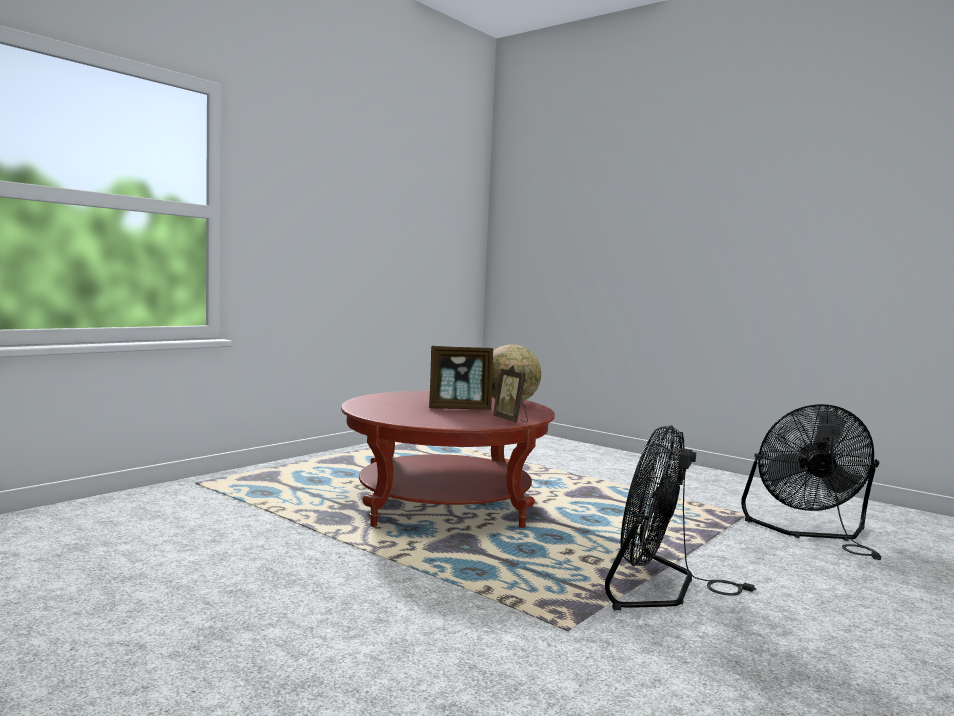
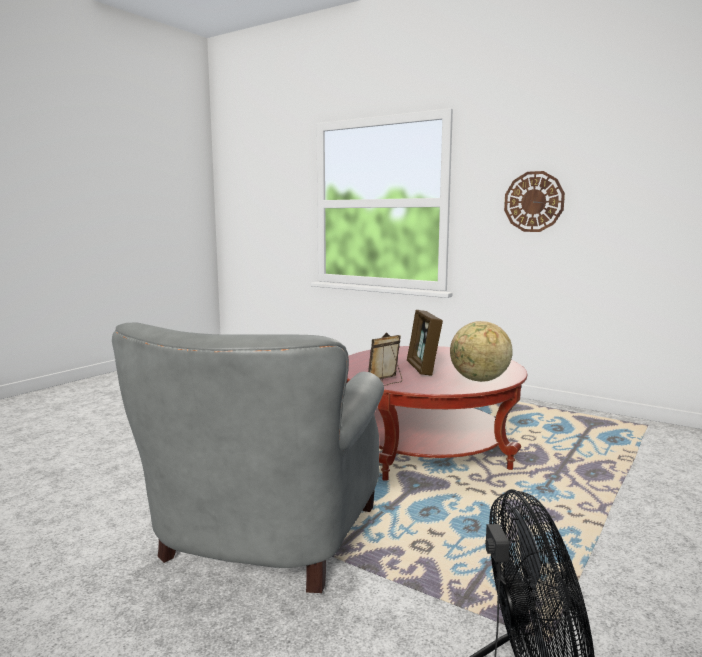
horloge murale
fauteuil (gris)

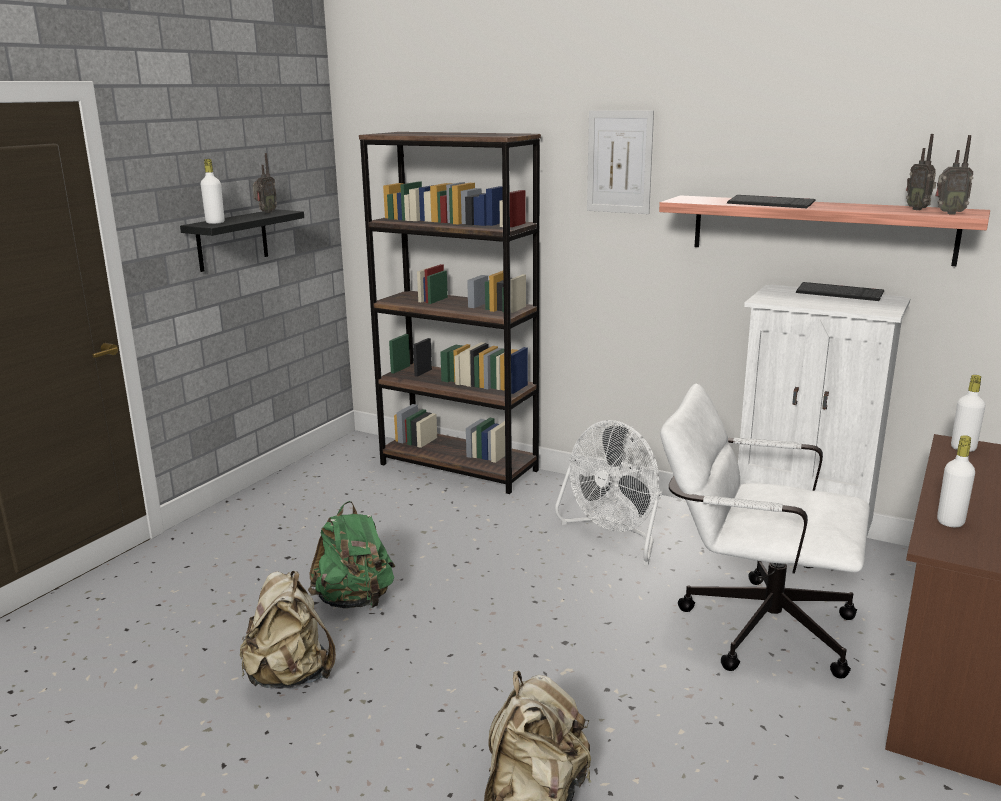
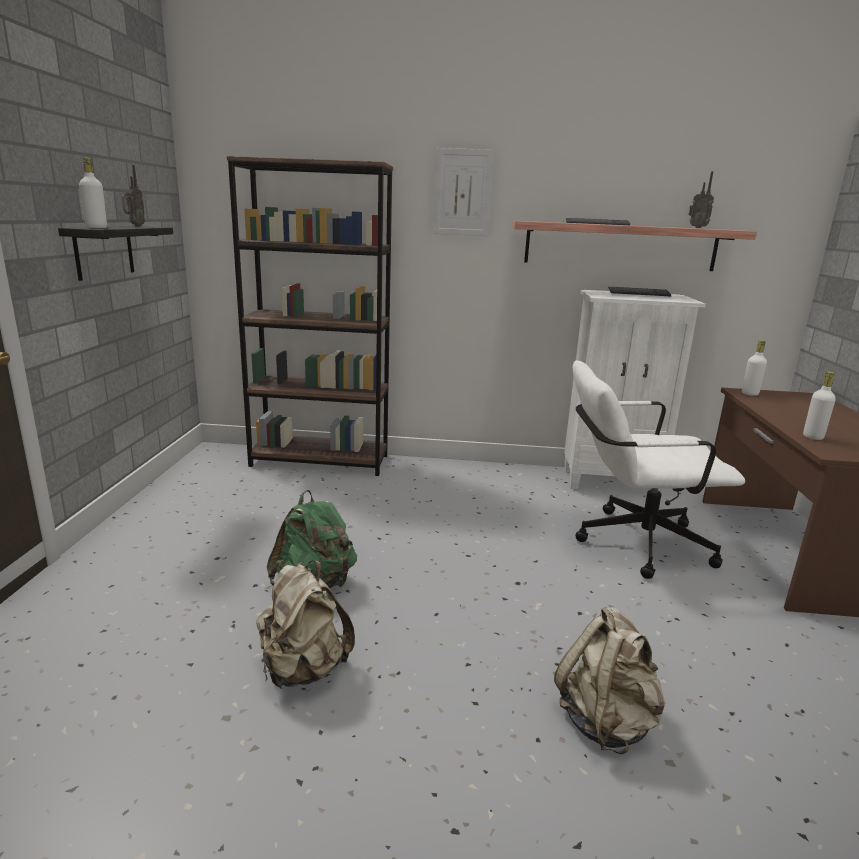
ventilateur (blanc)
radio (no. 3 from left in the first image)

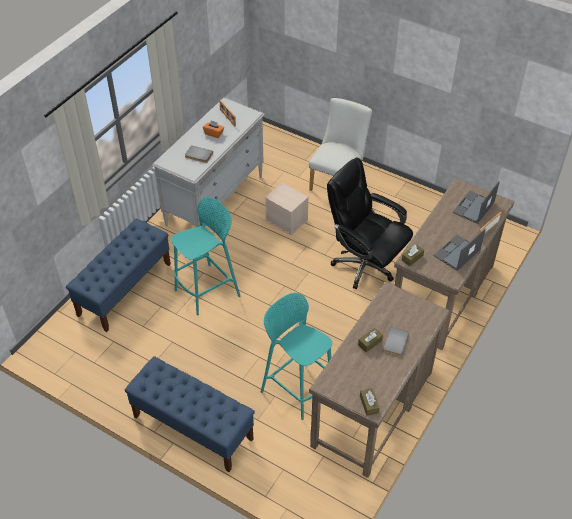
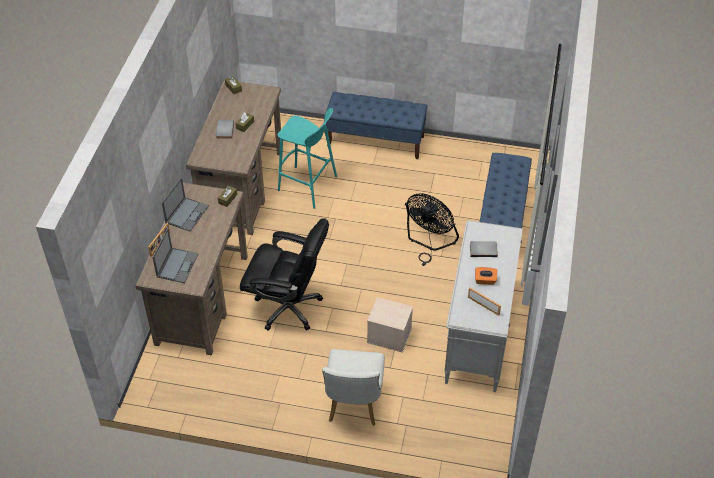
ventilateur (noir)

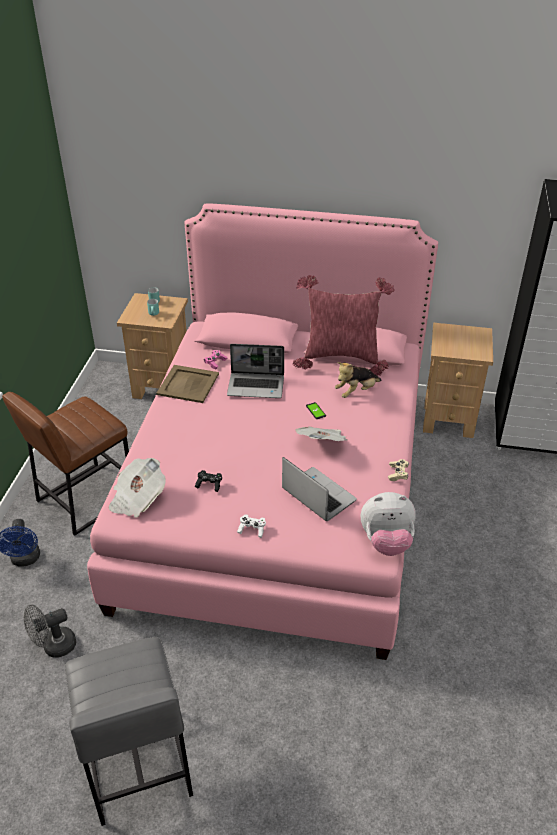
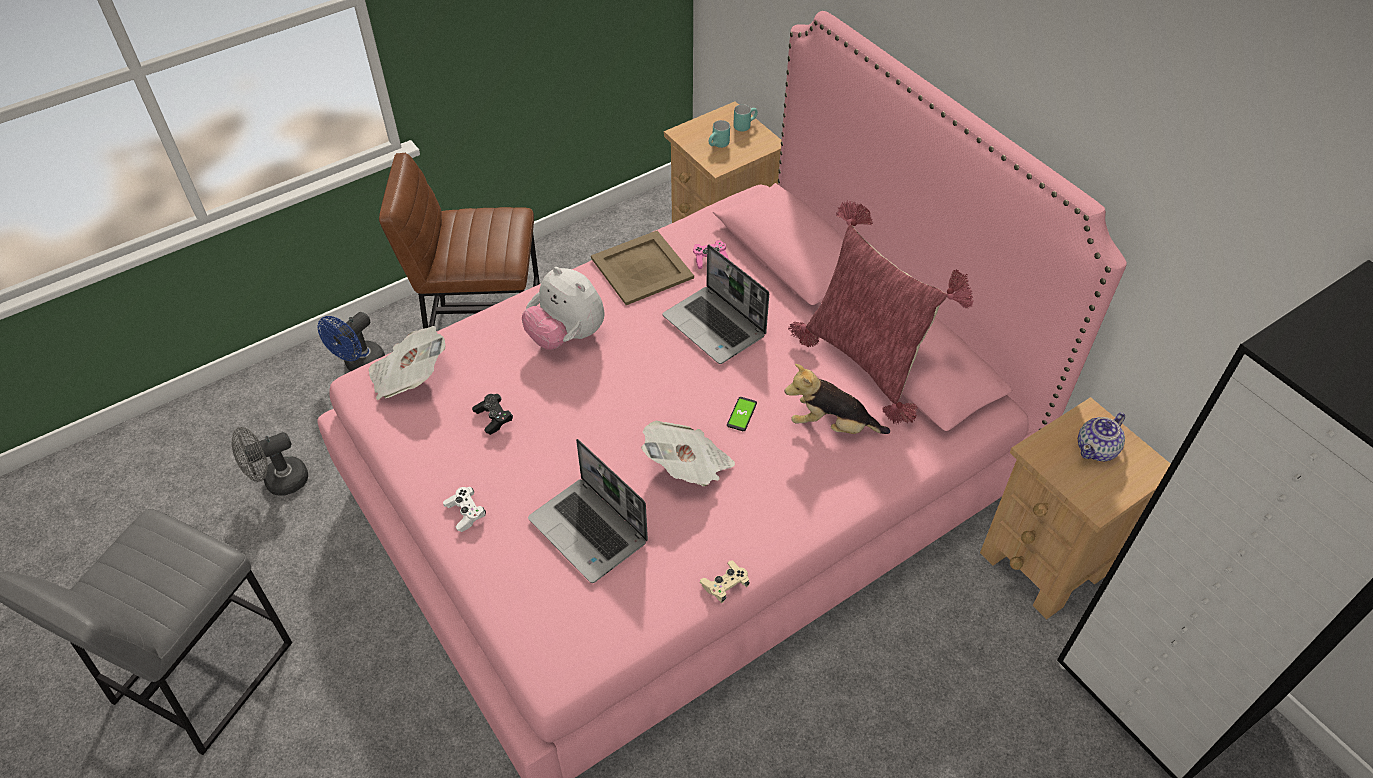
théière
peluche (no. 1 from left)
ventilateur (gris)
ordinateur portable (no. 1 from left)

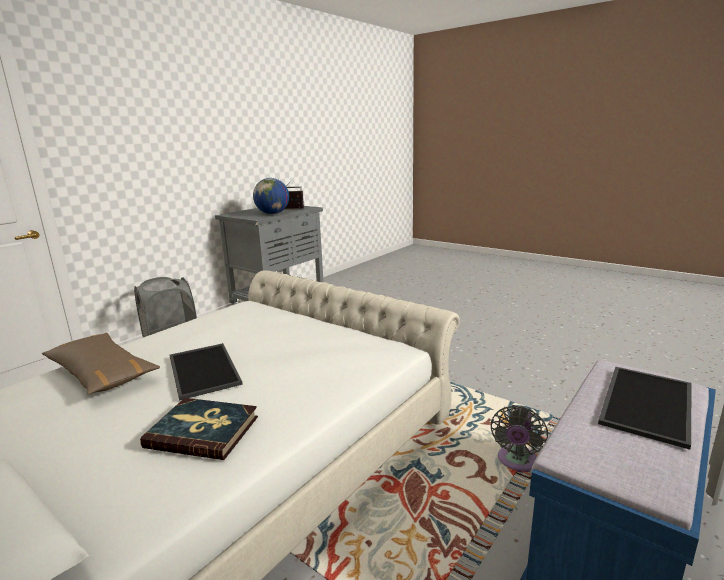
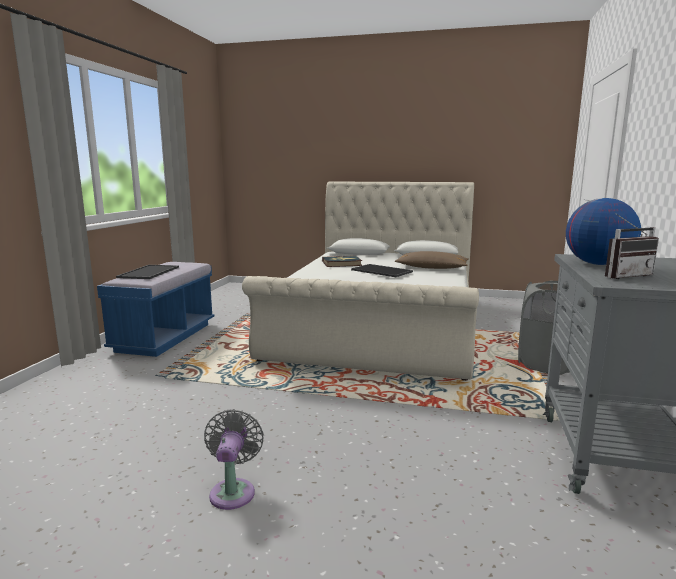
ventilateur (gris)

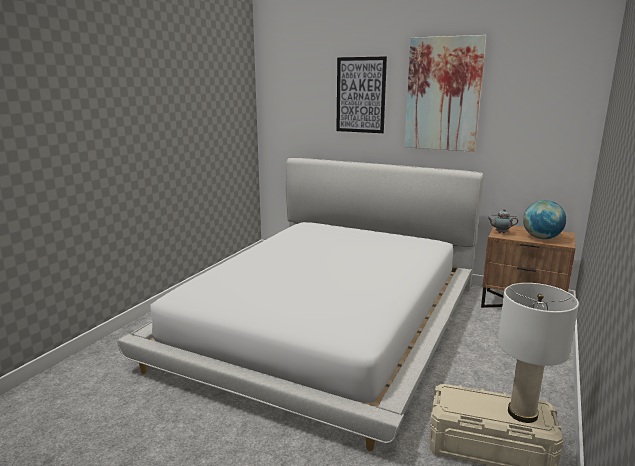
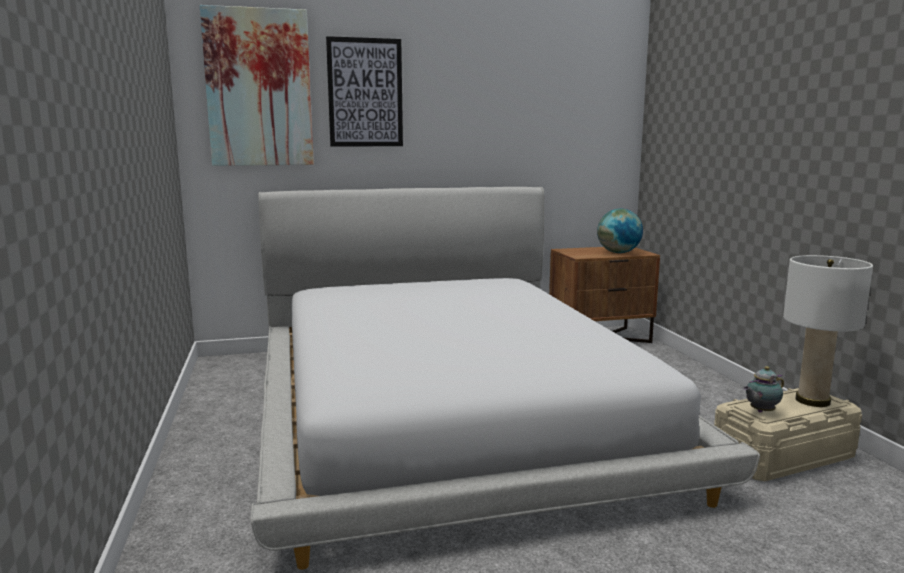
tableau (no. 1 from left)
théière

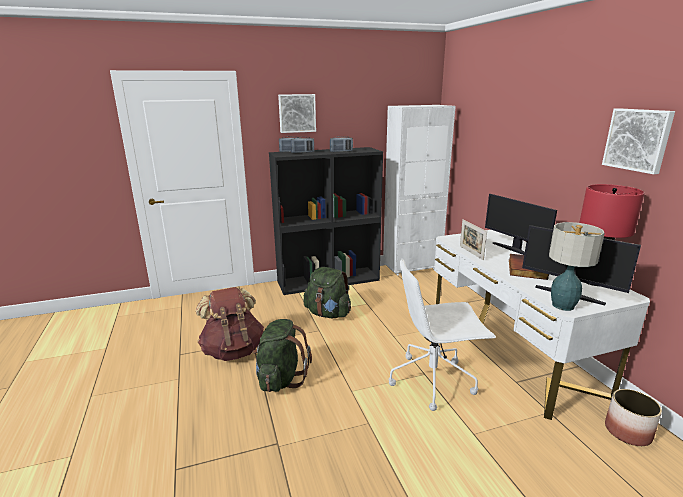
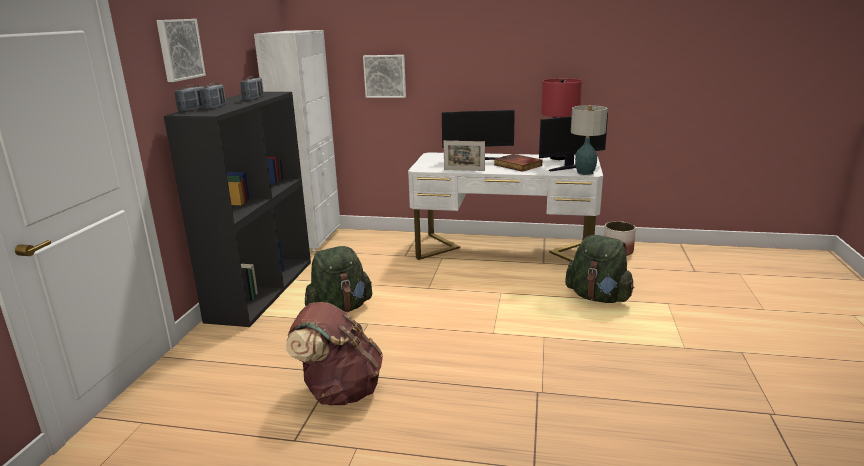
chaise de bureau (blanc)
sac à dos (vert) (no. 2 from left)
tableau (no. 2 from left)

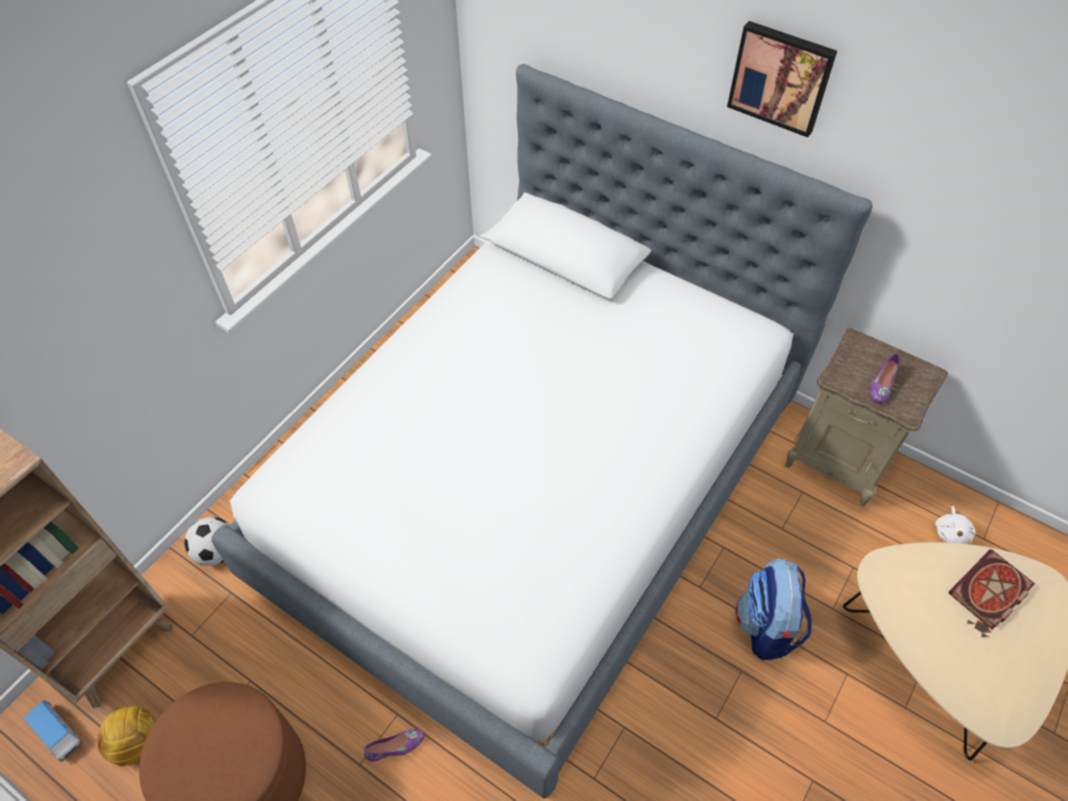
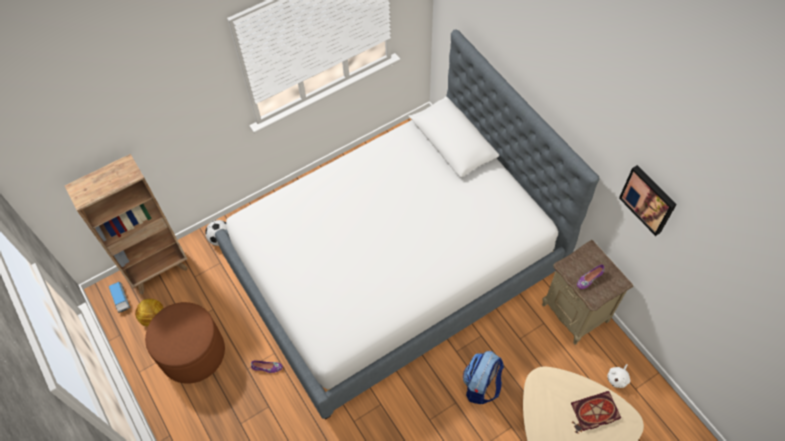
tableau

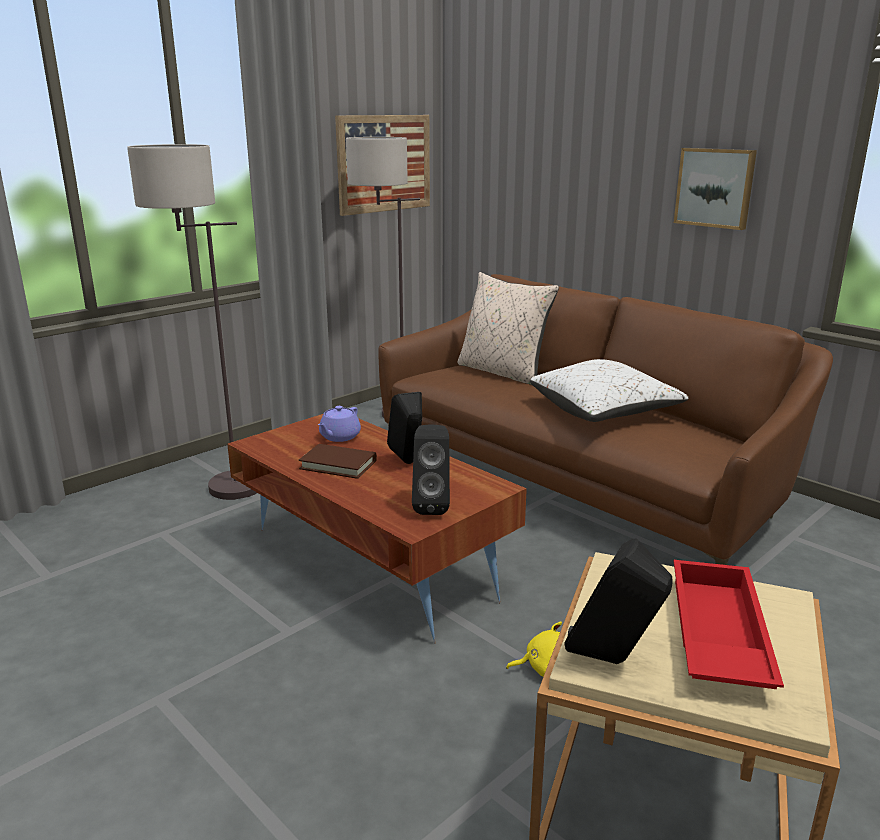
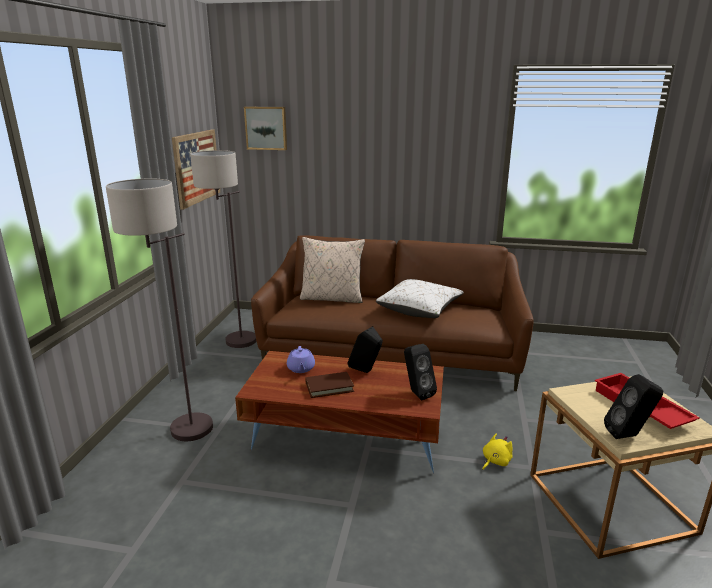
tableau (no. 2 from left)

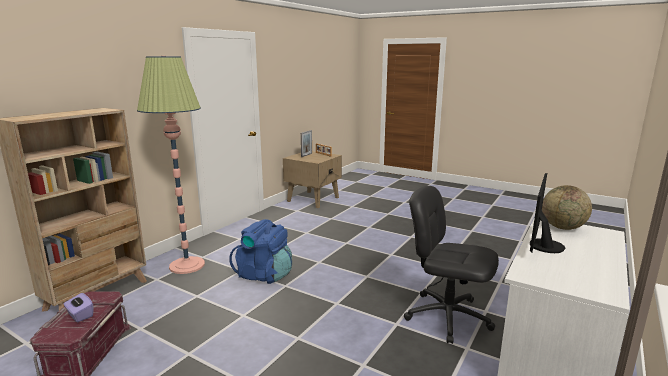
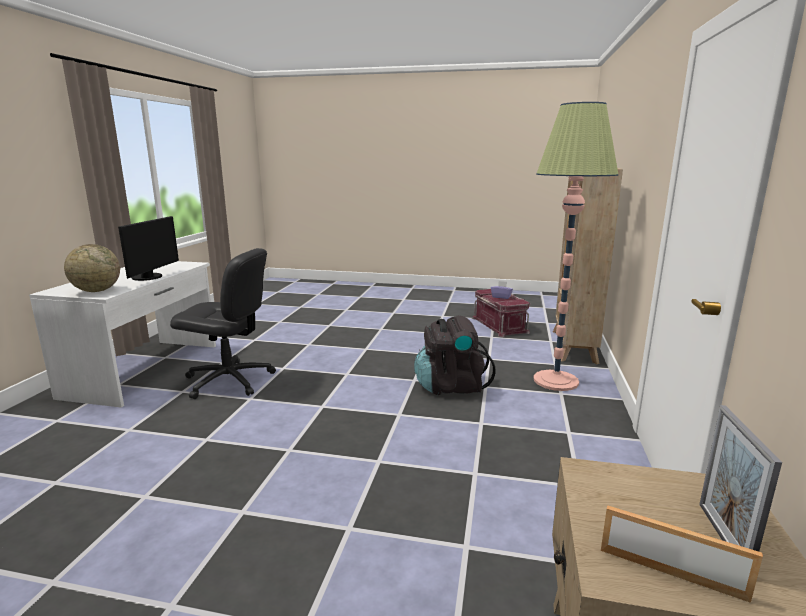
sac à dos (noir)

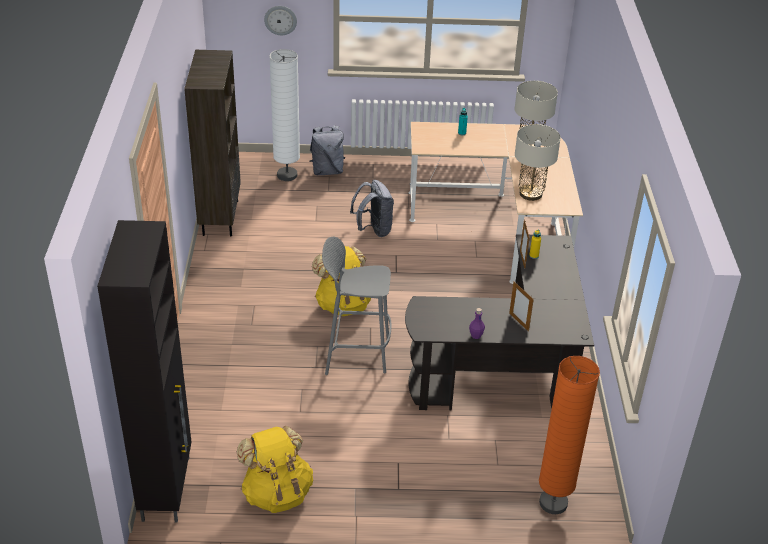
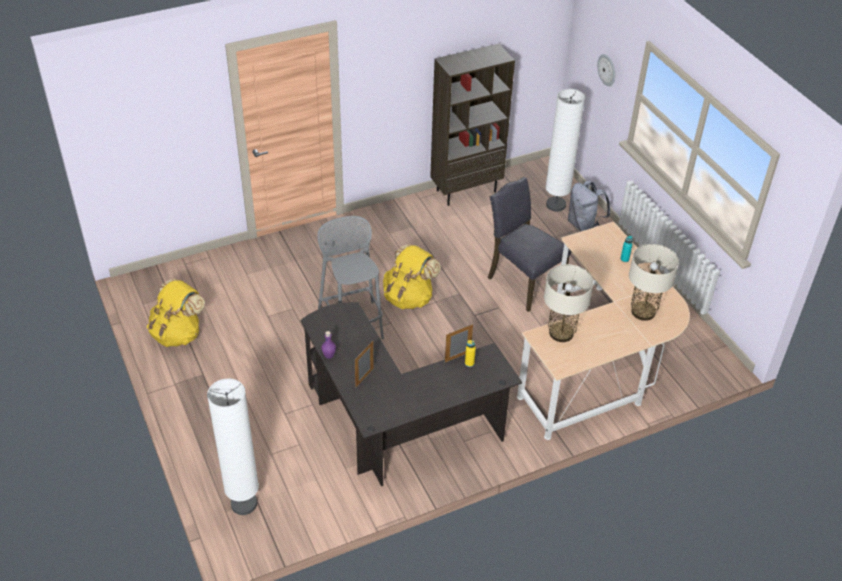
meuble de rangement (noir)
chaise (gris)
lampadaire (blanc) (no. 1 from left)

